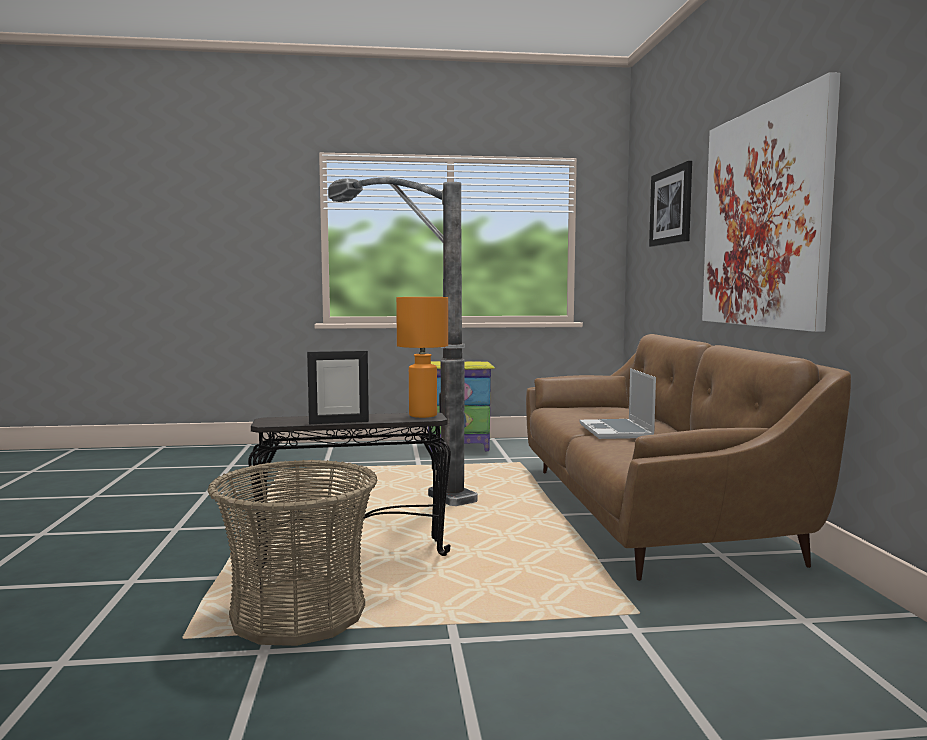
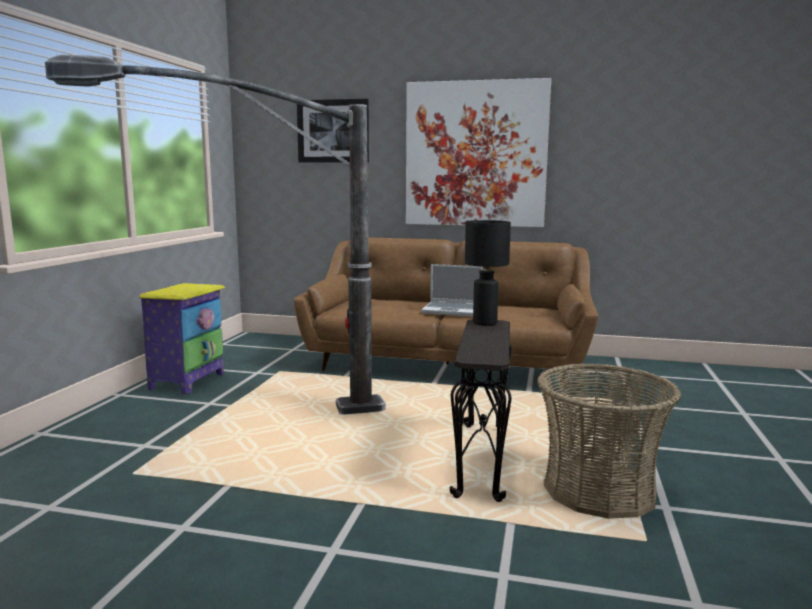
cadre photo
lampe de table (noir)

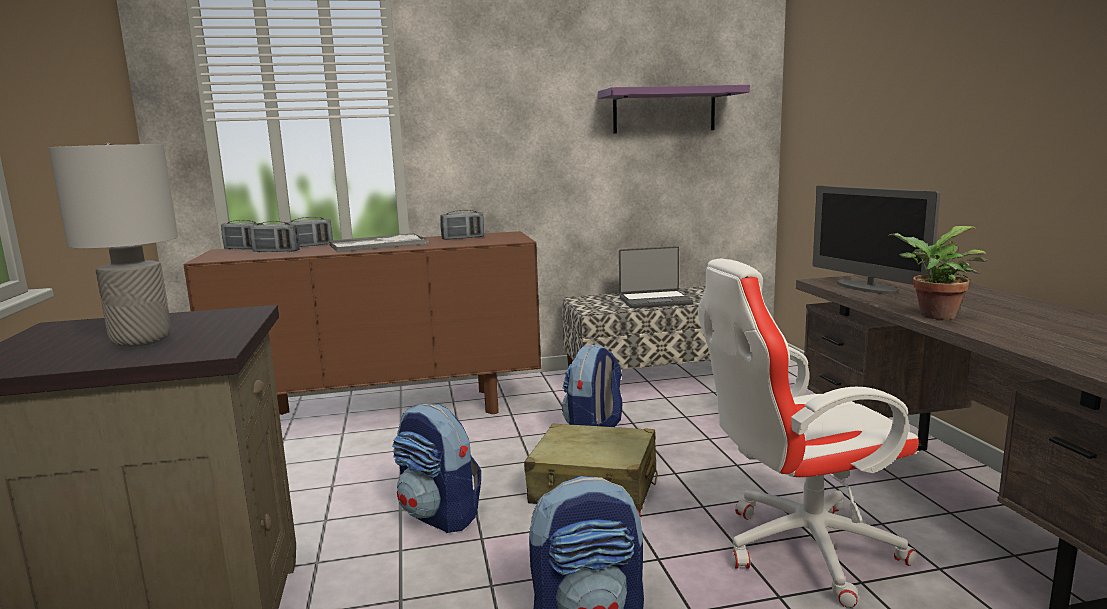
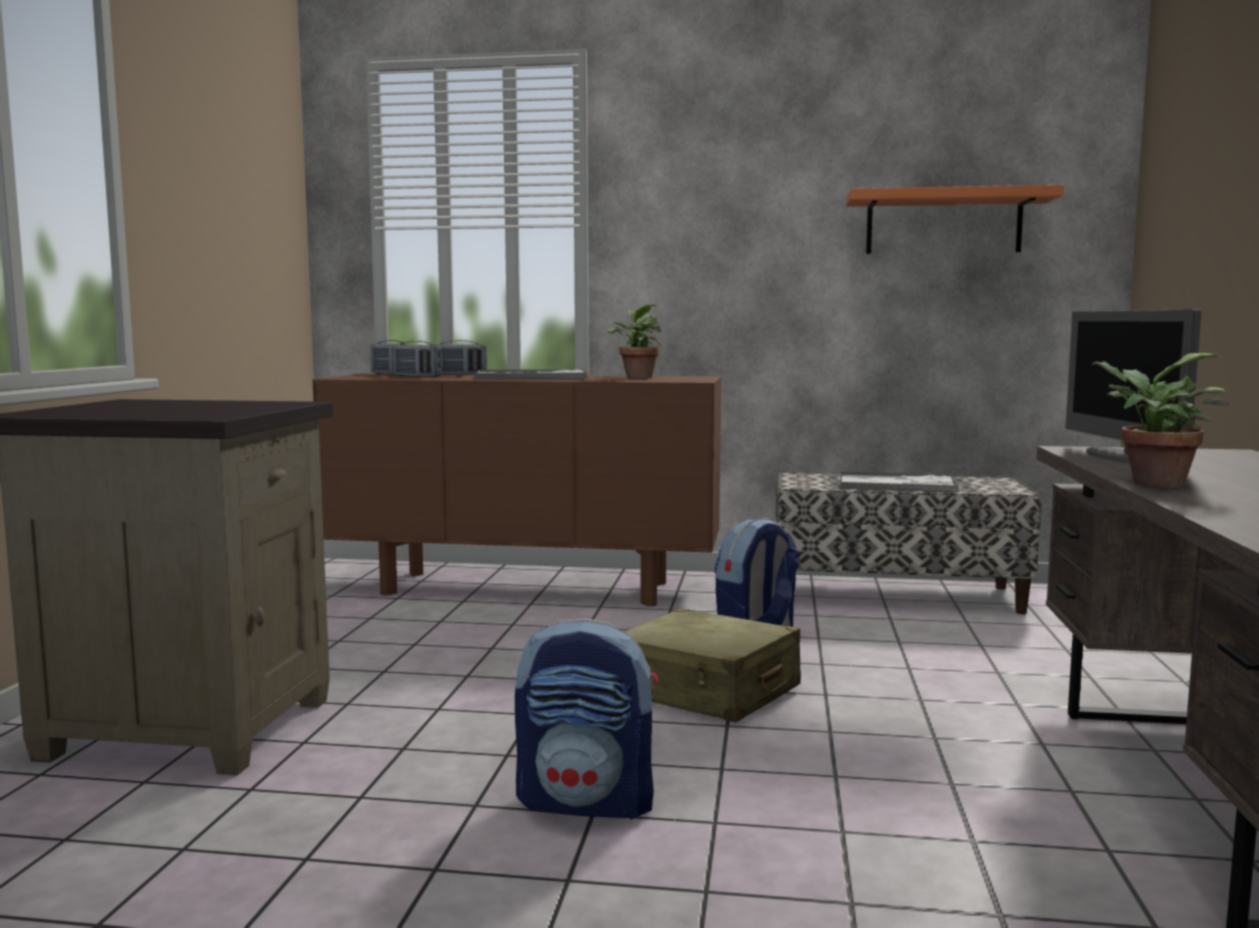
lampe de table (gris)
sac à dos (no. 1 from left in the first image)
chaise de bureau (blanc)
plante en pot (no. 1 from left)
plateau (no. 2 from left)
étagère (orange)

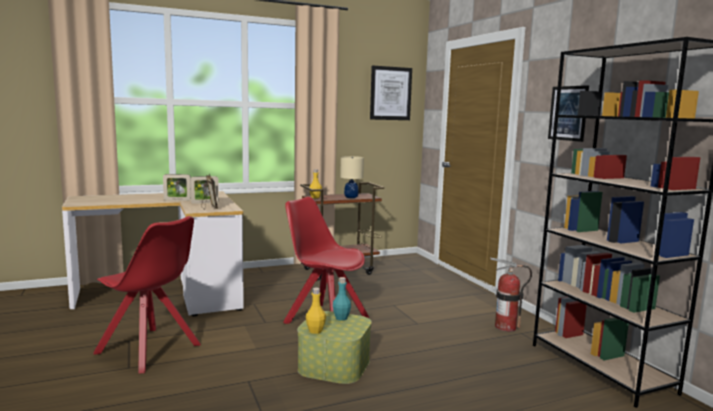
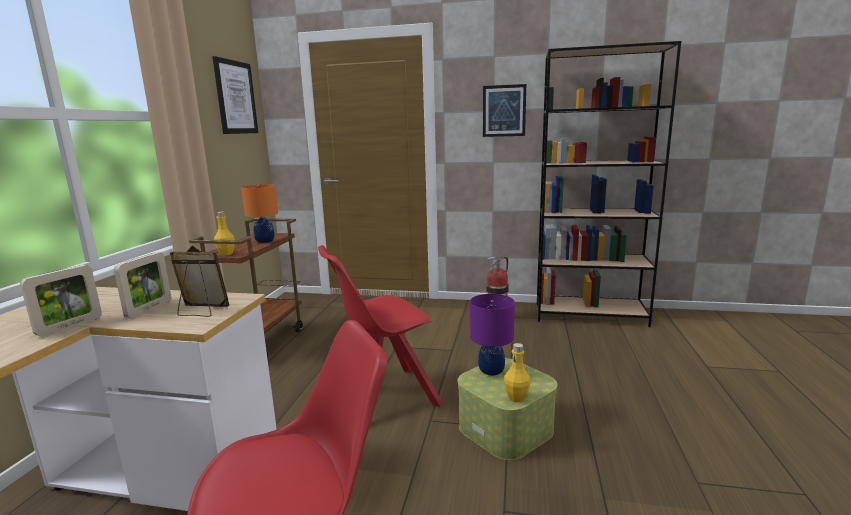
lampe de table (violet)
lampe de table (orange)

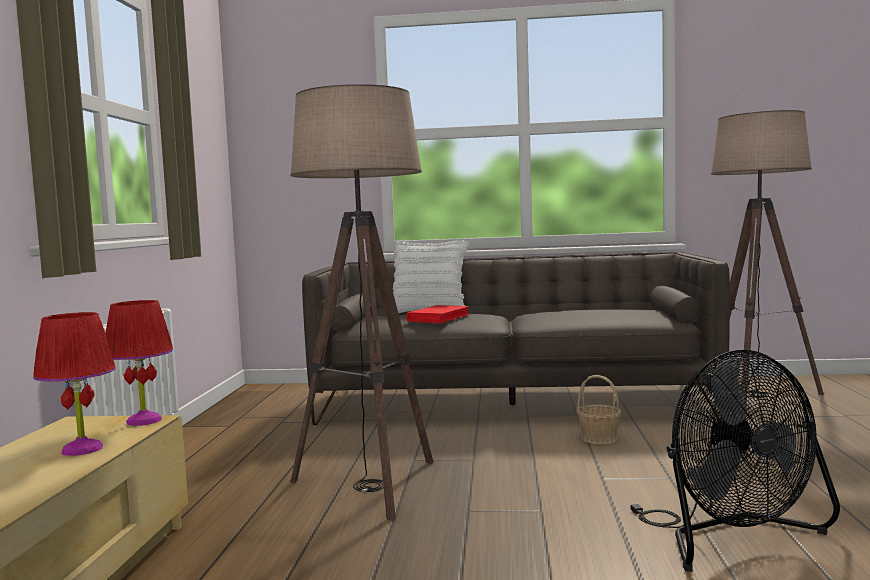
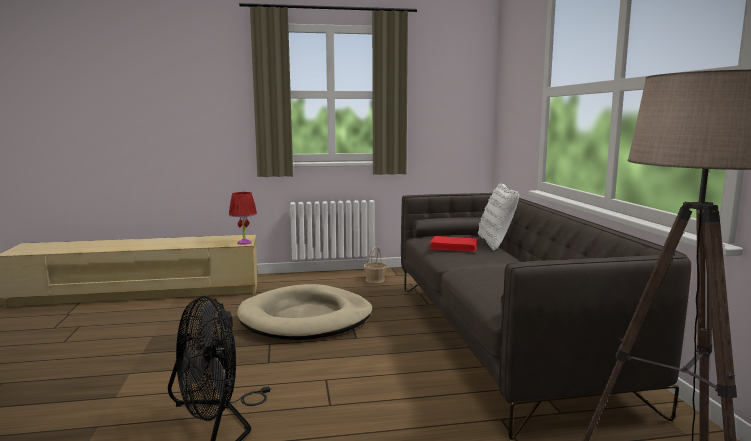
lampe de table (rouge) (no. 1 from left in the first image)
panier
panier pour chien (beige)

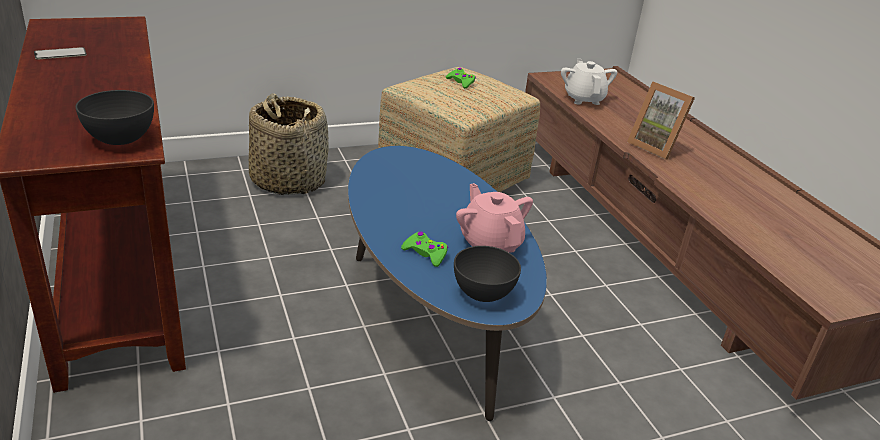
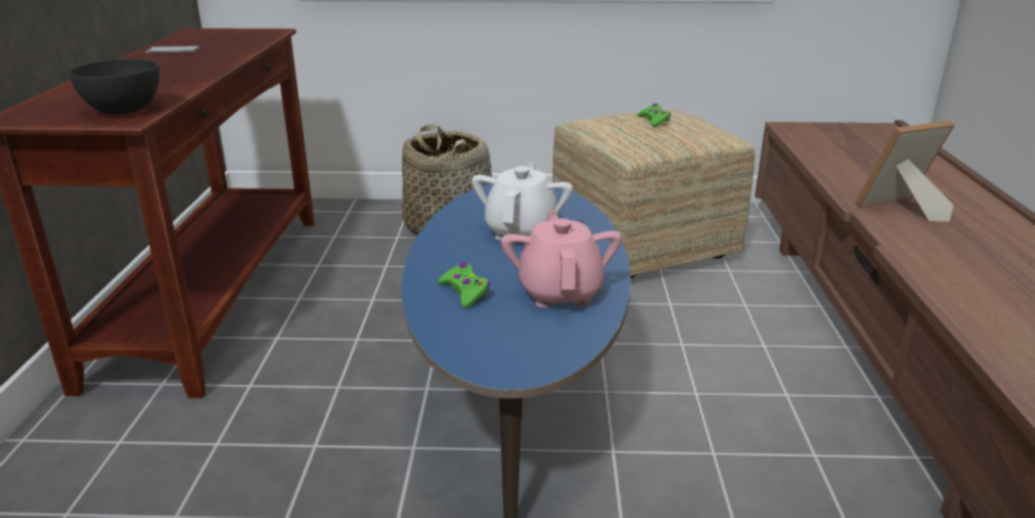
bol (gris) (no. 2 from left in the first image)
théière (blanc)
cadre photo

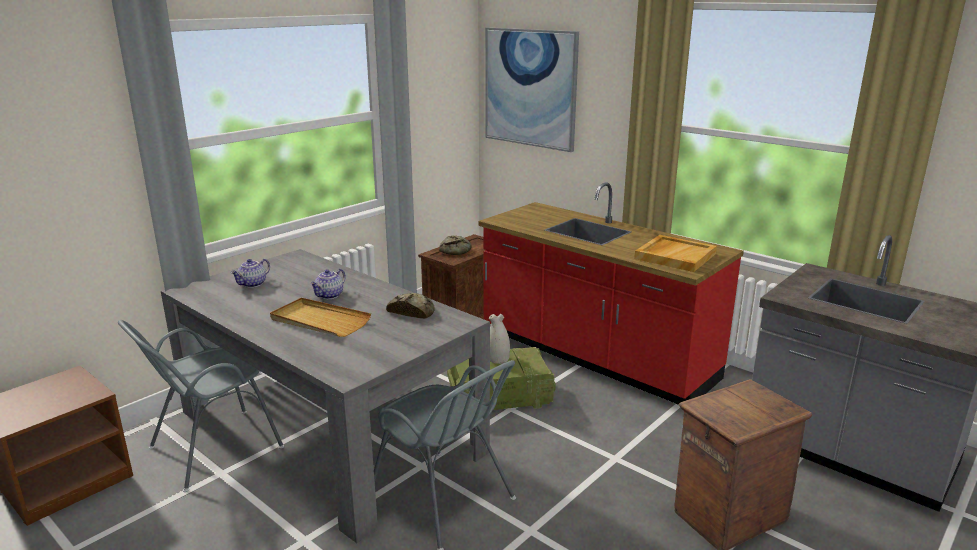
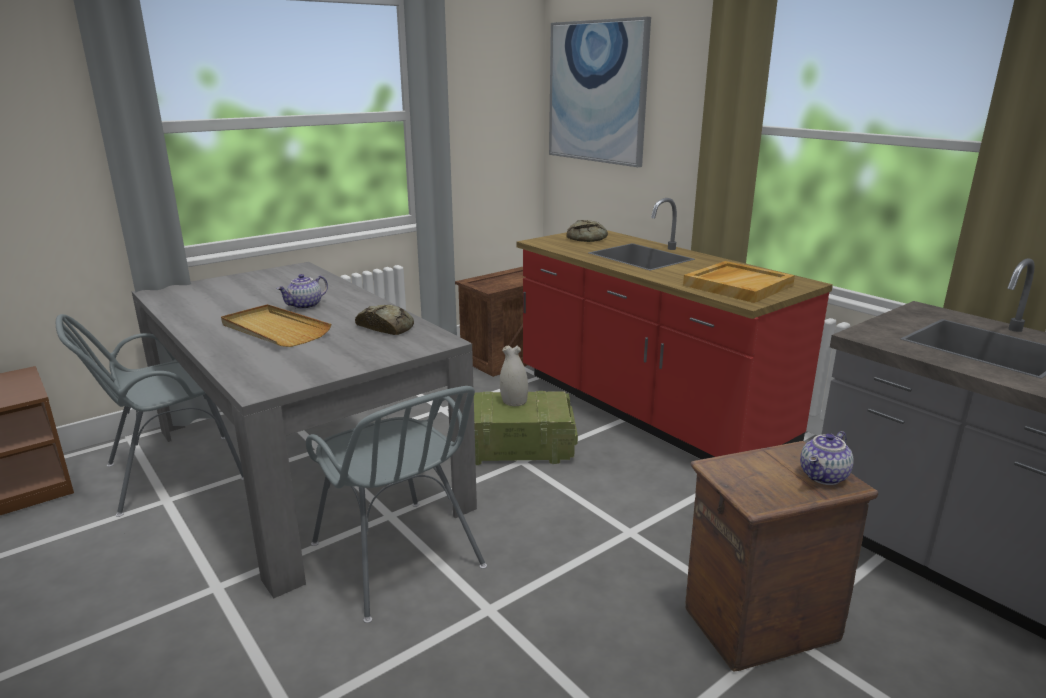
théière (no. 2 from left)
pain (no. 2 from left)

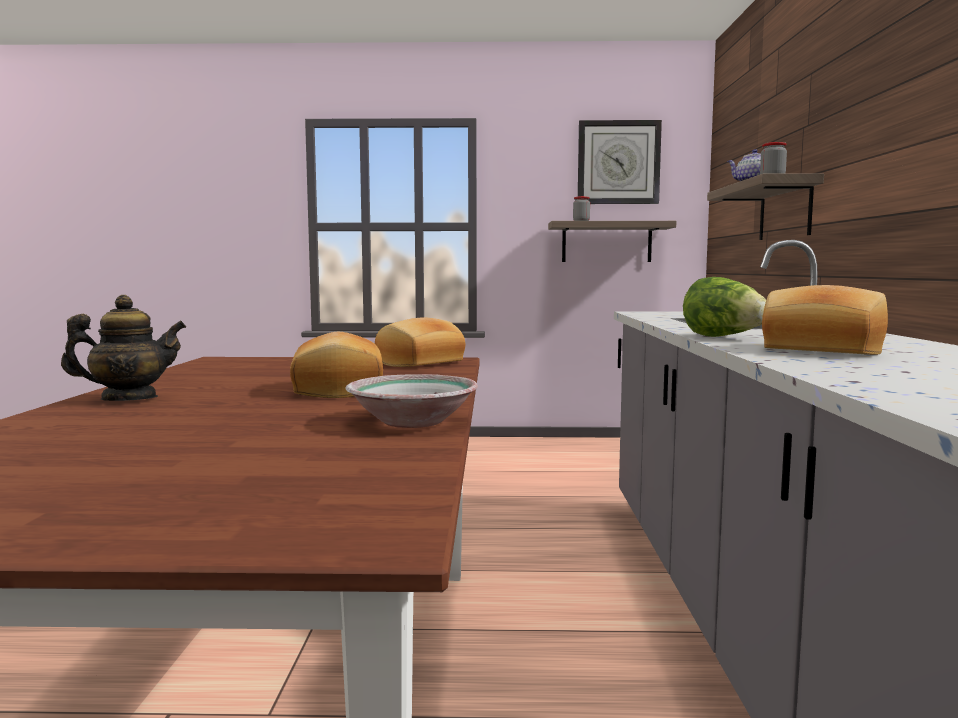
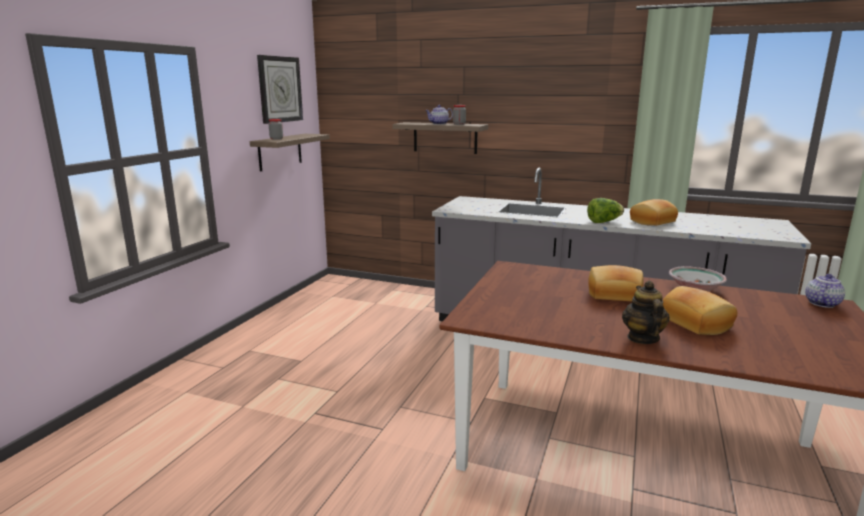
théière (no. 3 from left)
pain (no. 3 from left)

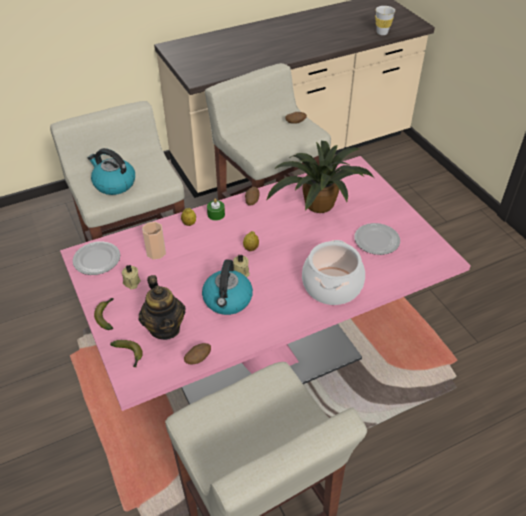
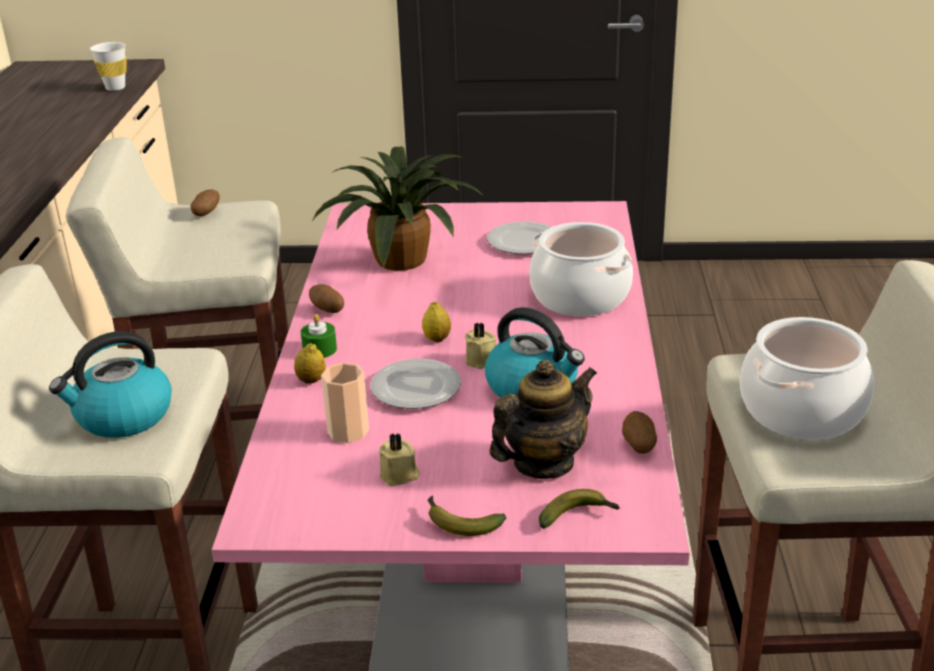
marmite (no. 2 from left)
assiette (no. 1 from left)
théière

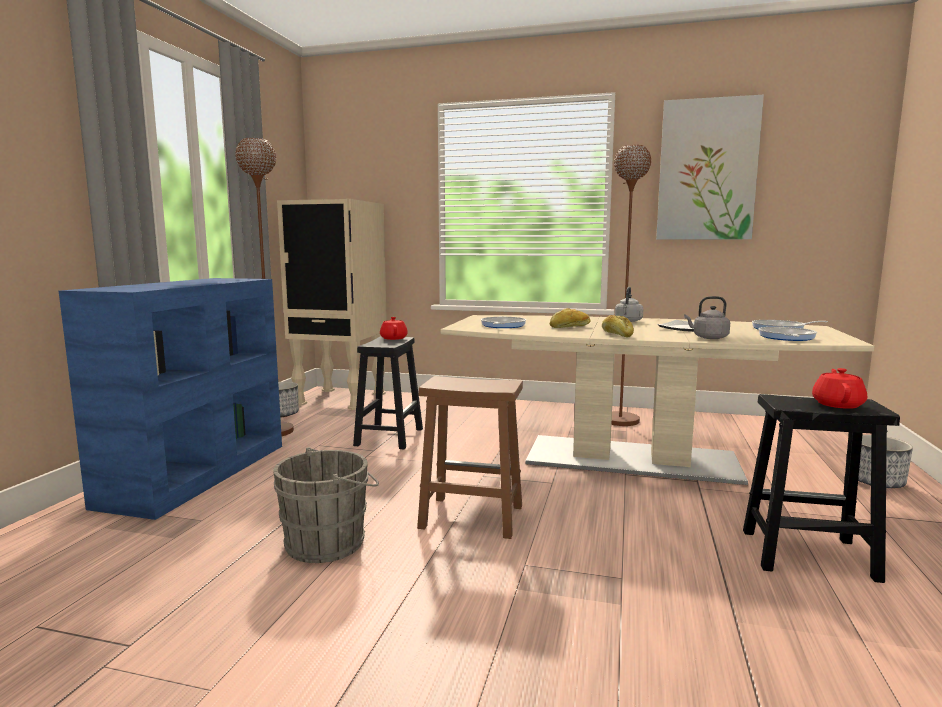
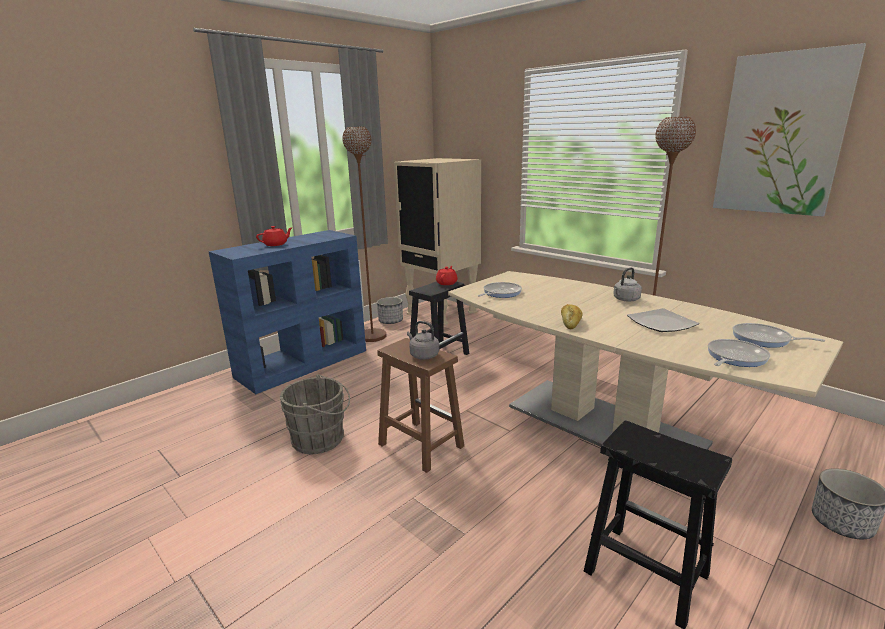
pain (no. 1 from left in the first image)
bouilloire (gris) (no. 1 from left)
théière (rouge) (no. 1 from left)

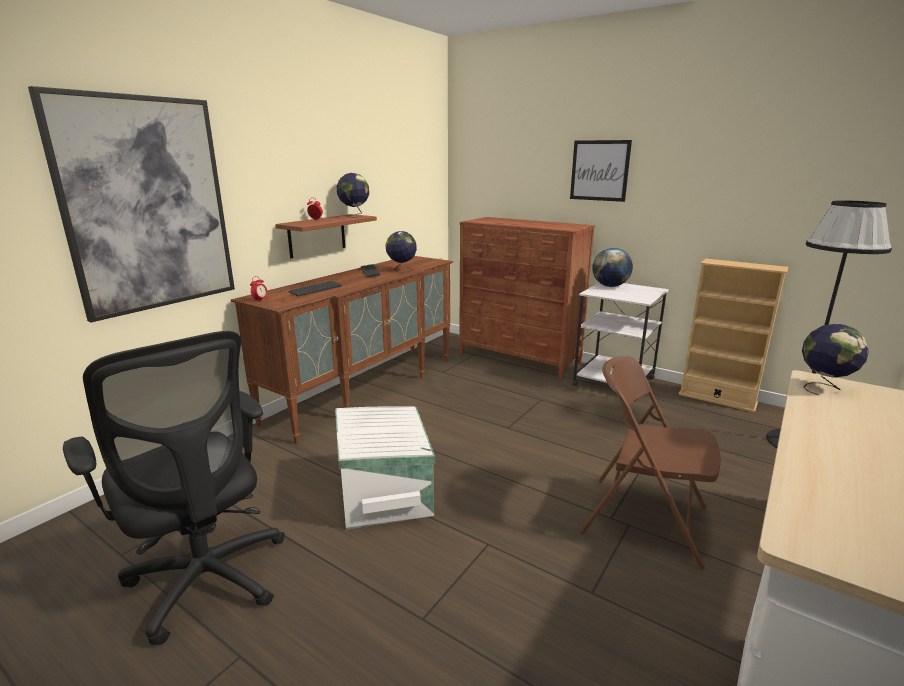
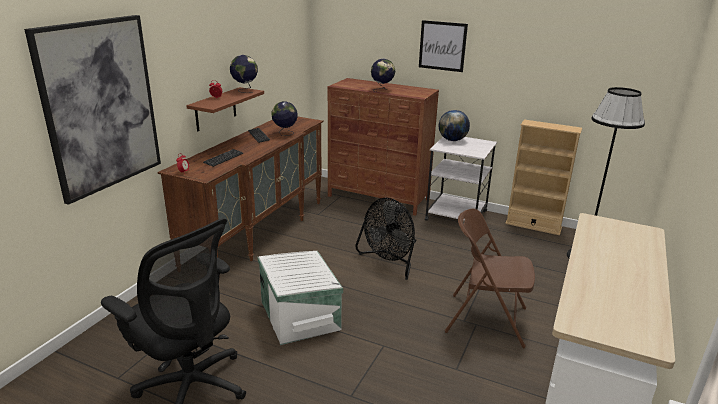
ventilateur (noir)
globe (no. 3 from left)

